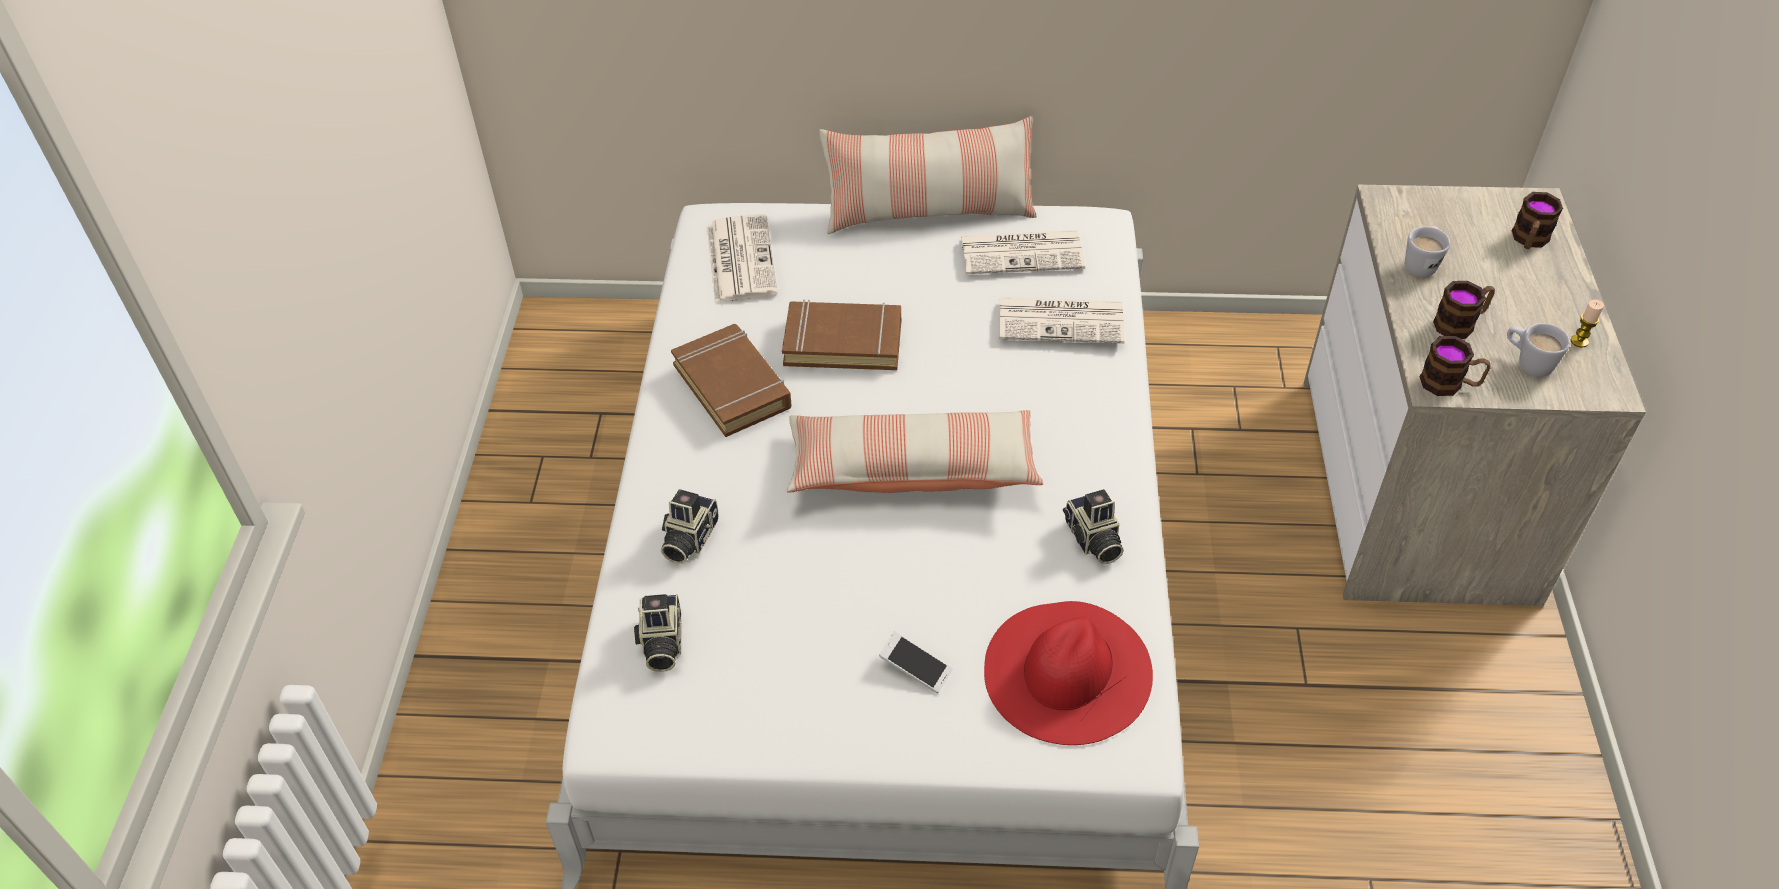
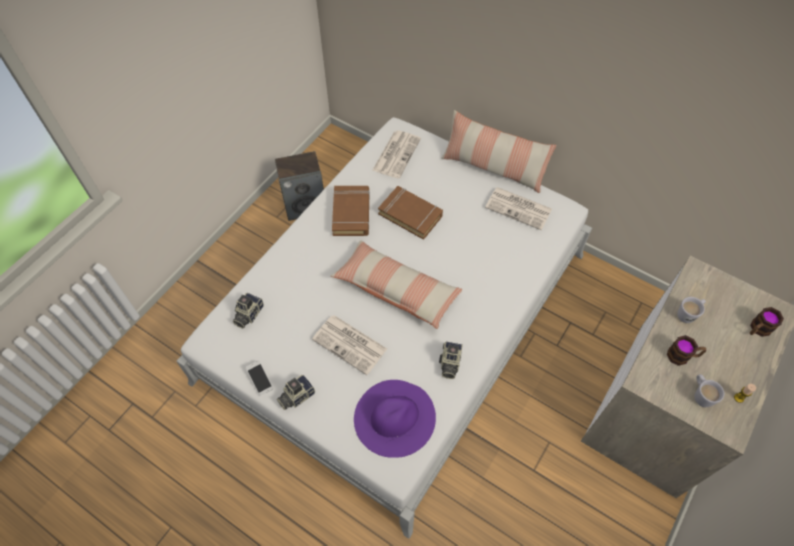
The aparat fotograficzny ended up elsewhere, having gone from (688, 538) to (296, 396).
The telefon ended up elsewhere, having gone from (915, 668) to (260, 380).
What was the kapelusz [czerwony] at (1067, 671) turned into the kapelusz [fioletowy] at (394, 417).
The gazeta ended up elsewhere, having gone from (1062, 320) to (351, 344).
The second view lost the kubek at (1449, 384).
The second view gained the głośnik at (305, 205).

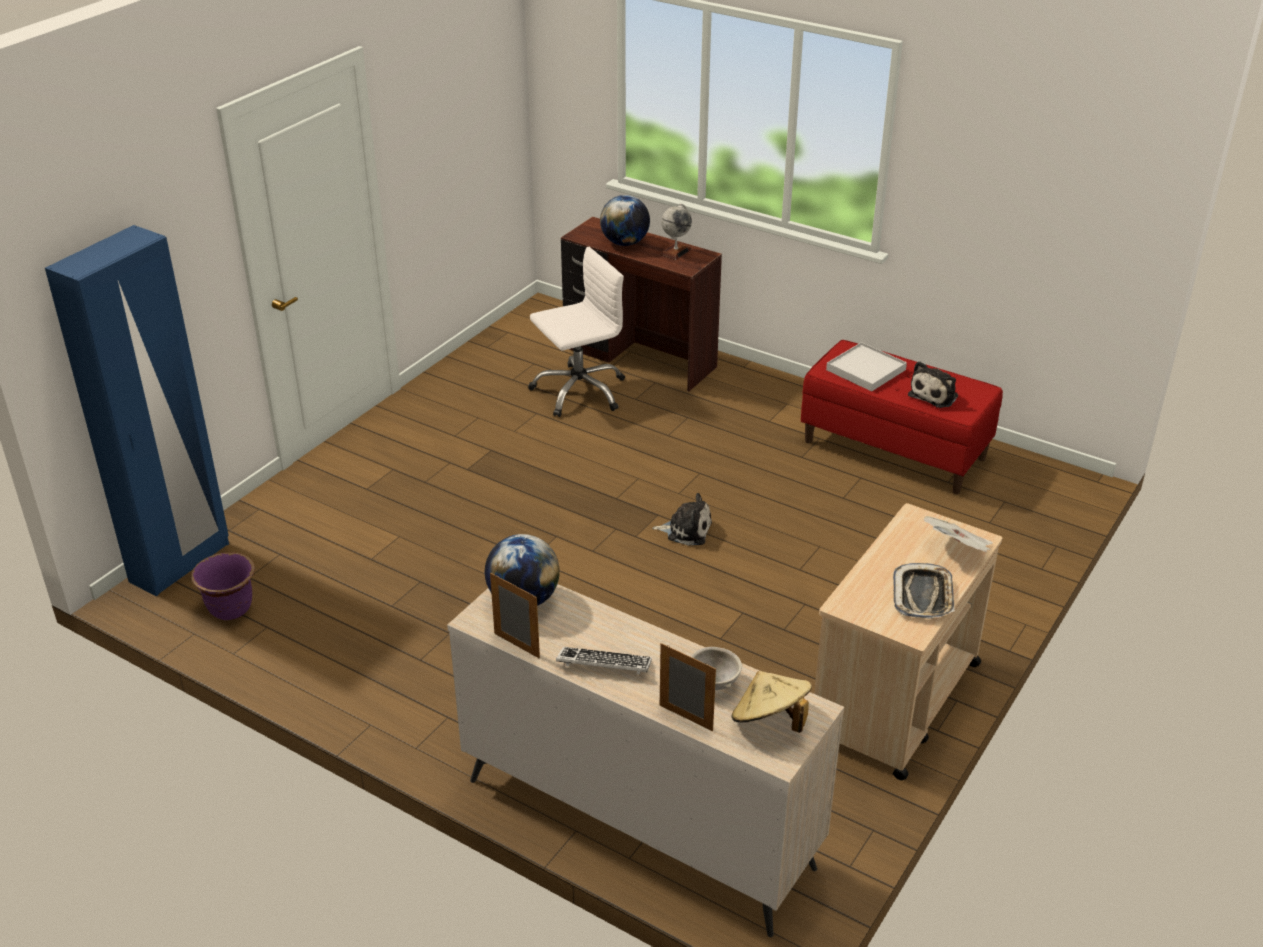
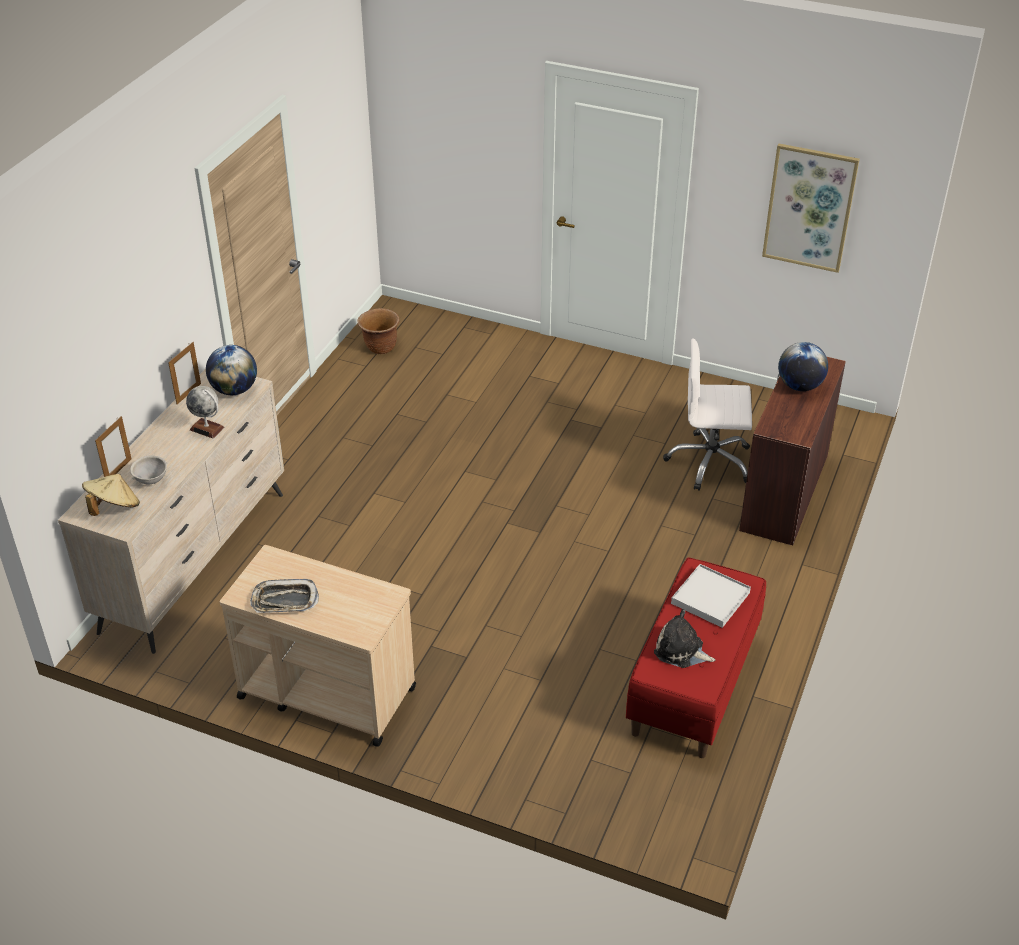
The second view lost the szafa [niebieski] at (180, 563).
What was the donica [fioletowy] at (231, 609) turned into the donica [brązowy] at (380, 347).
The krzesło biurowe [biały] at (579, 391) ended up facing another way, 135 degrees clockwise from before.
The second view lost the klawiatura at (604, 665).
The second view lost the pluszak at (686, 530).
The globus ended up elsewhere, having gone from (676, 252) to (207, 428).
The second view lost the gazeta at (958, 549).
The second view gained the obraz at (809, 207).

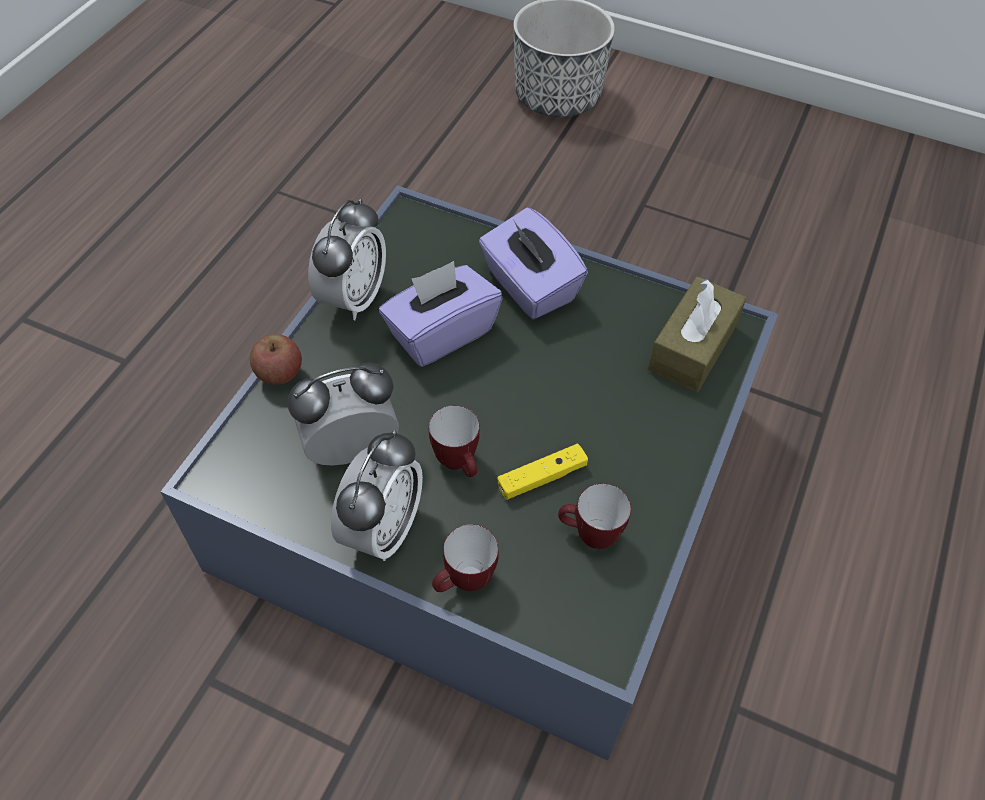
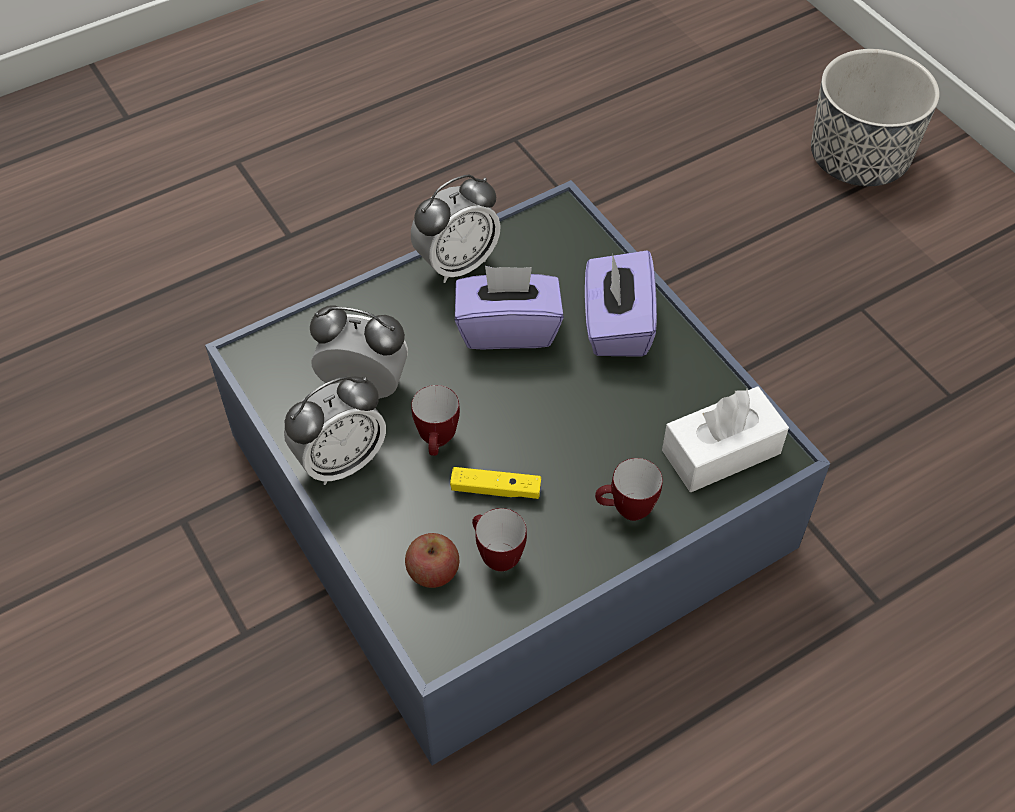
The jabłko ended up elsewhere, having gone from (279, 372) to (433, 571).
The kubek ended up elsewhere, having gone from (464, 583) to (625, 511).
What was the pudełko chusteczek [brązowy] at (692, 347) turned into the pudełko chusteczek [biały] at (721, 452).

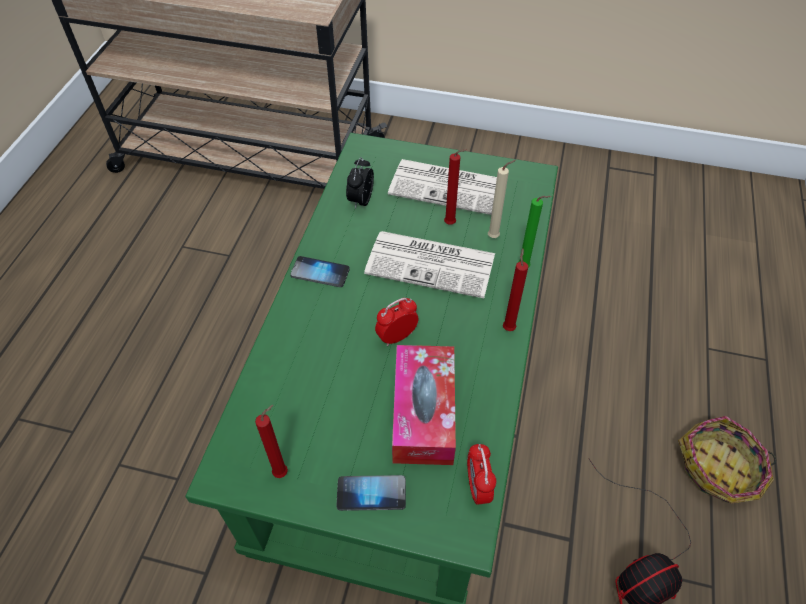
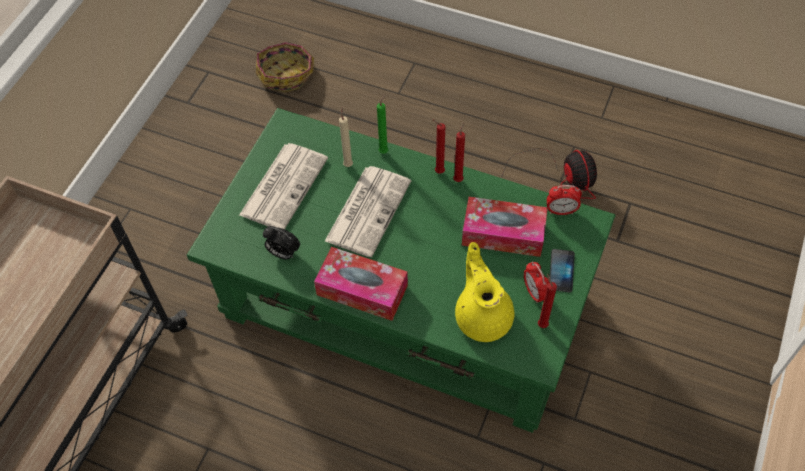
Where the telefon stood at (320, 272), the pudełko chusteczek came to stand at (362, 290).
The budzik ended up elsewhere, having gone from (397, 336) to (534, 292).
The świeca [czerwony] ended up elsewhere, having gone from (451, 224) to (459, 179).
The koszyk ended up elsewhere, having gone from (720, 468) to (286, 74).
The second view gained the imbryk [żółty] at (483, 316).

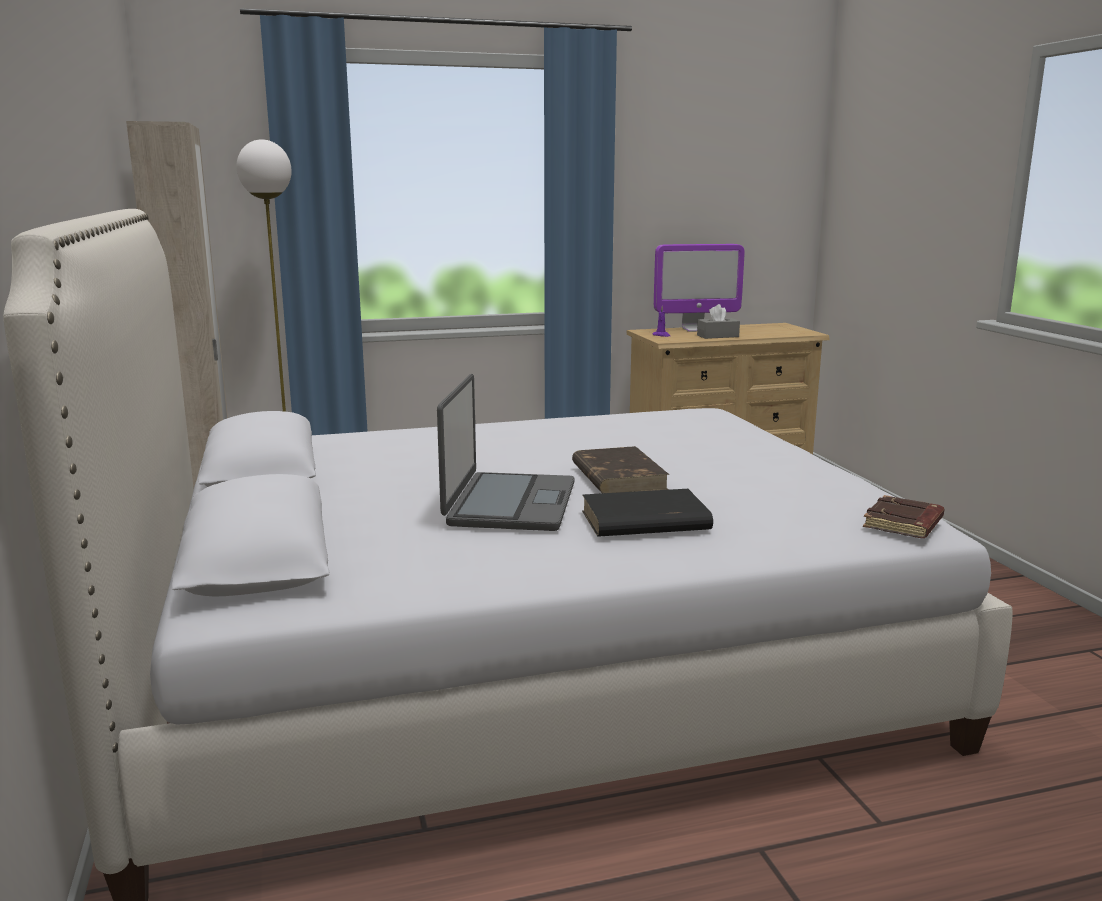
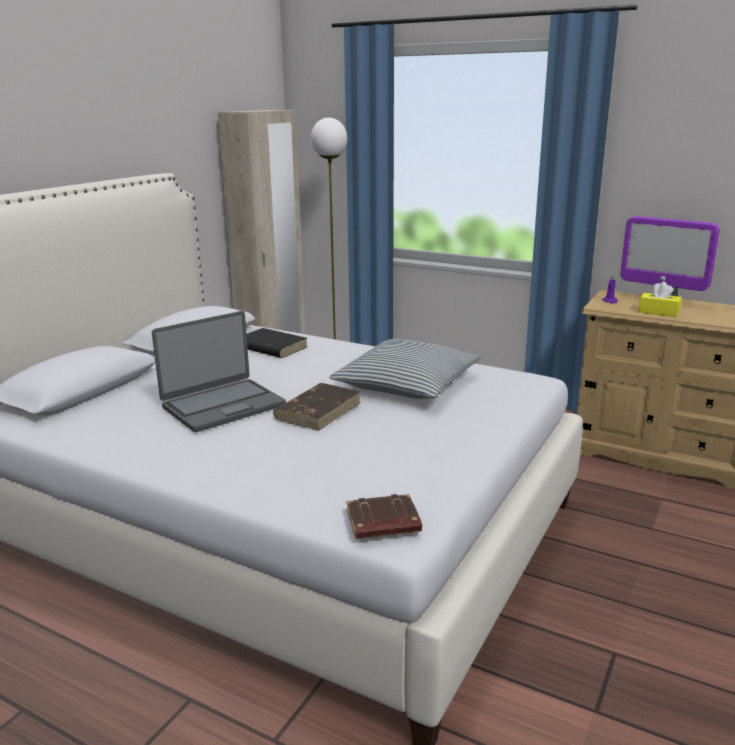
The książka [czarny] ended up elsewhere, having gone from (644, 521) to (270, 347).
What was the pudełko chusteczek [szary] at (717, 336) turned into the pudełko chusteczek [żółty] at (658, 312).
The second view gained the poduszka at (406, 384).

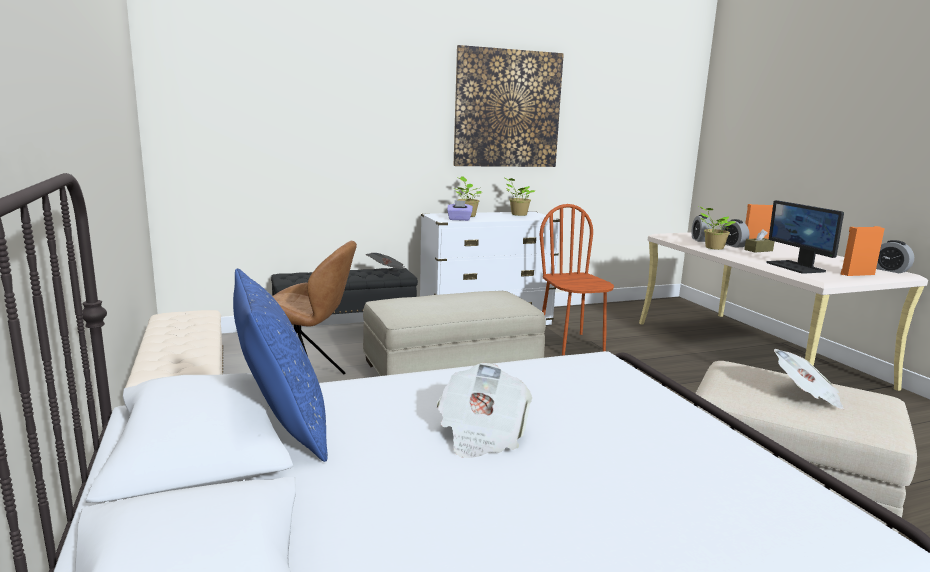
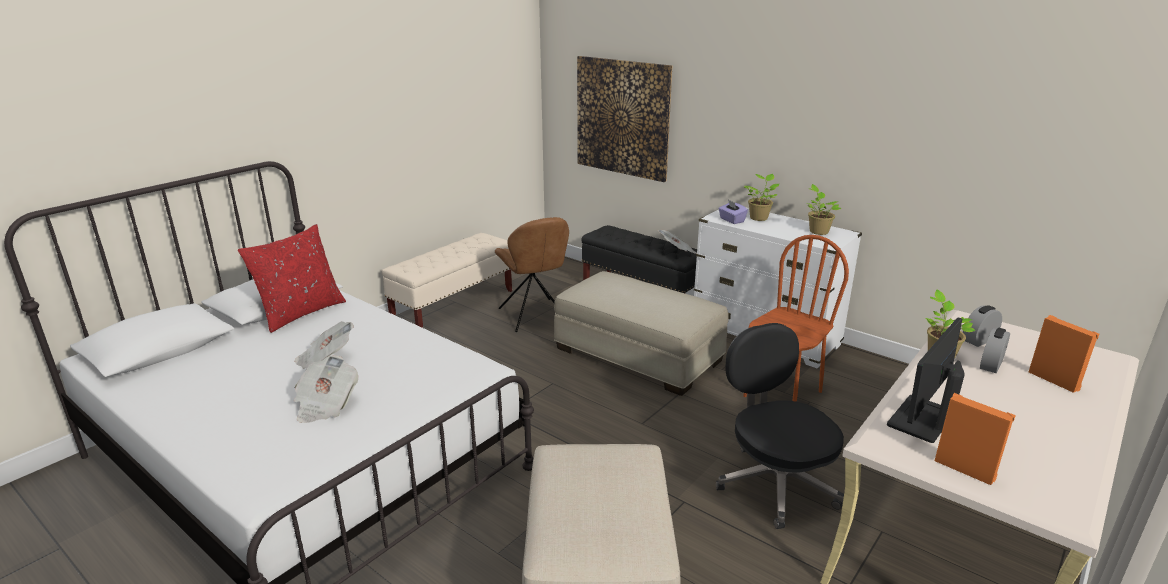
What was the poduszka [niebieski] at (281, 428) turned into the poduszka [czerwony] at (301, 313).
The obraz ended up elsewhere, having gone from (507, 109) to (622, 117).
The second view lost the pudełko chusteczek [brązowy] at (758, 250).
The gazeta ended up elsewhere, having gone from (806, 396) to (326, 405).
The second view lost the budzik at (890, 270).
The second view gained the krzesło biurowe [czarny] at (775, 483).

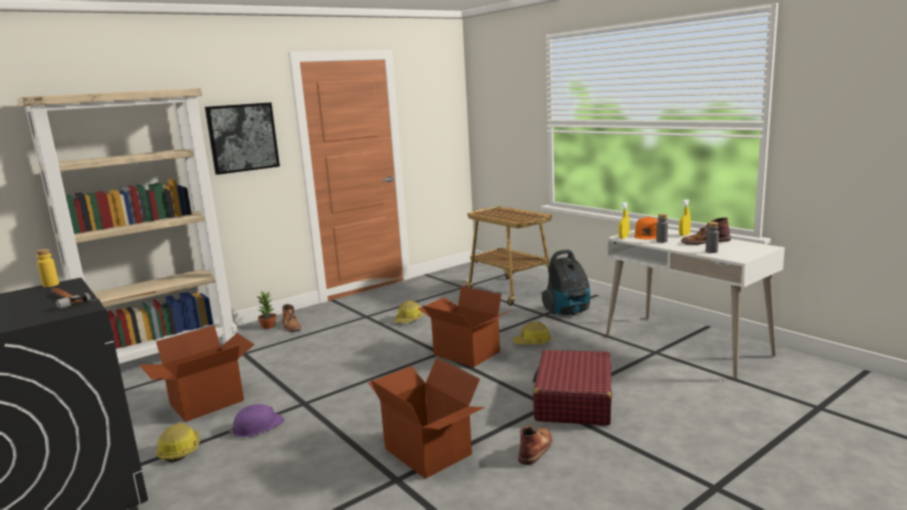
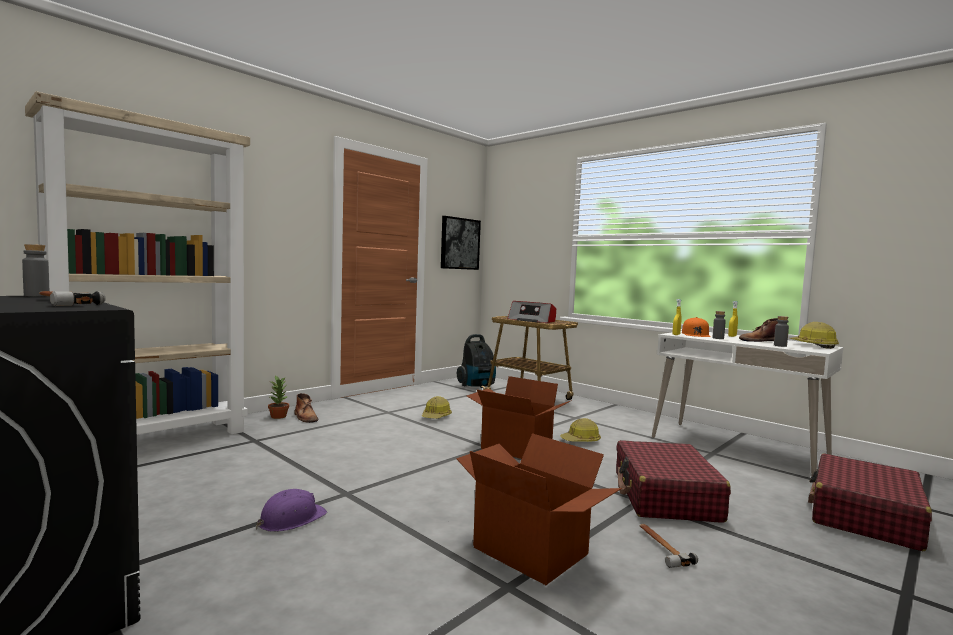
What was the butelka [żółty] at (51, 285) turned into the butelka [szary] at (36, 295).
The second view lost the karton at (207, 403).
The kask ended up elsewhere, having gone from (180, 450) to (813, 345).
The obraz ended up elsewhere, having gone from (242, 137) to (459, 243).
Where the but z cholewką [brązowy] stood at (536, 448), the młotek came to stand at (661, 547).
The odkurzacz ended up elsewhere, having gone from (568, 312) to (477, 386).
The second view gained the radio at (532, 320).
The second view gained the walizka [czerwony] at (864, 516).

